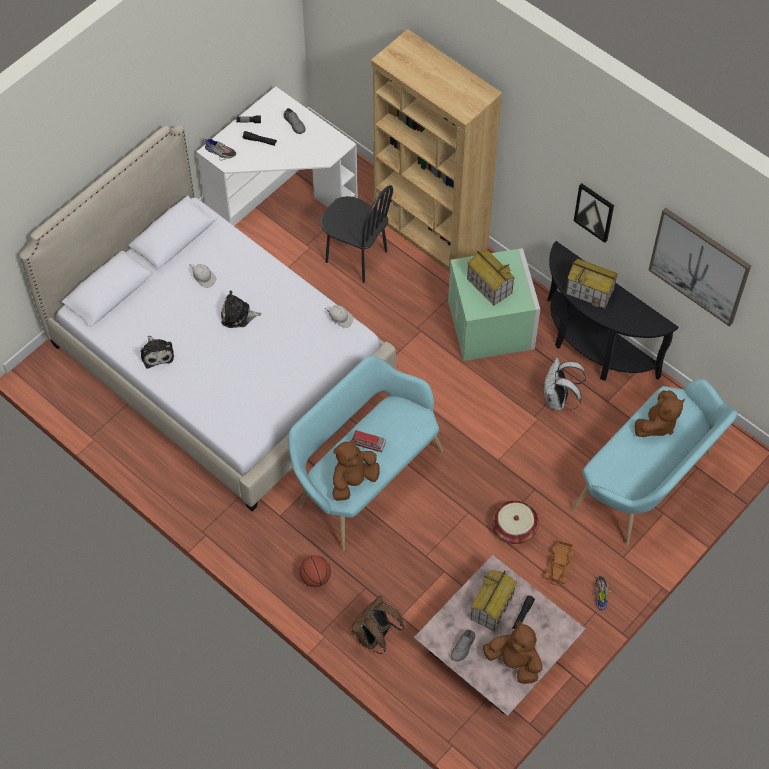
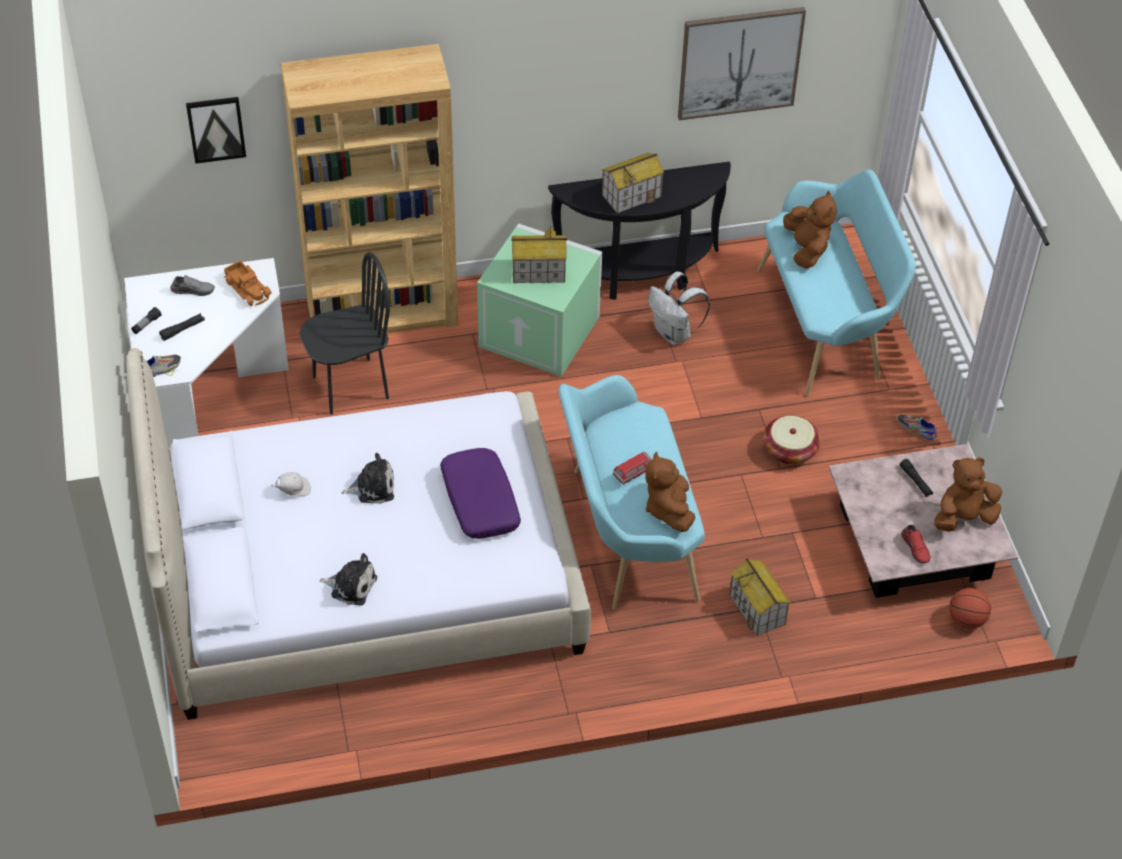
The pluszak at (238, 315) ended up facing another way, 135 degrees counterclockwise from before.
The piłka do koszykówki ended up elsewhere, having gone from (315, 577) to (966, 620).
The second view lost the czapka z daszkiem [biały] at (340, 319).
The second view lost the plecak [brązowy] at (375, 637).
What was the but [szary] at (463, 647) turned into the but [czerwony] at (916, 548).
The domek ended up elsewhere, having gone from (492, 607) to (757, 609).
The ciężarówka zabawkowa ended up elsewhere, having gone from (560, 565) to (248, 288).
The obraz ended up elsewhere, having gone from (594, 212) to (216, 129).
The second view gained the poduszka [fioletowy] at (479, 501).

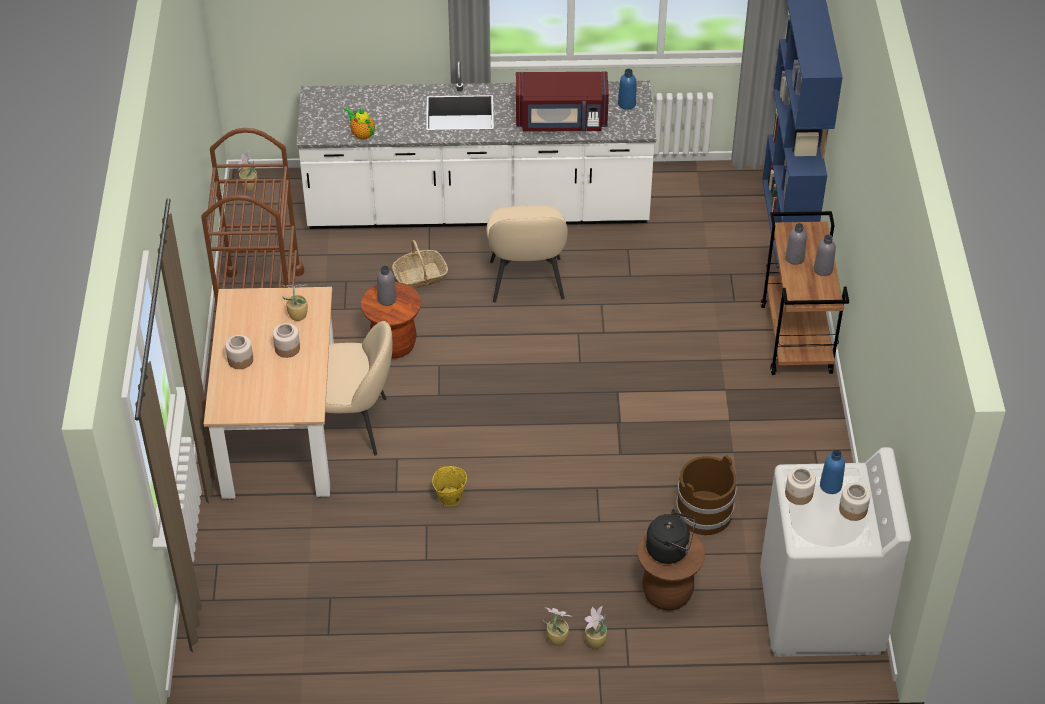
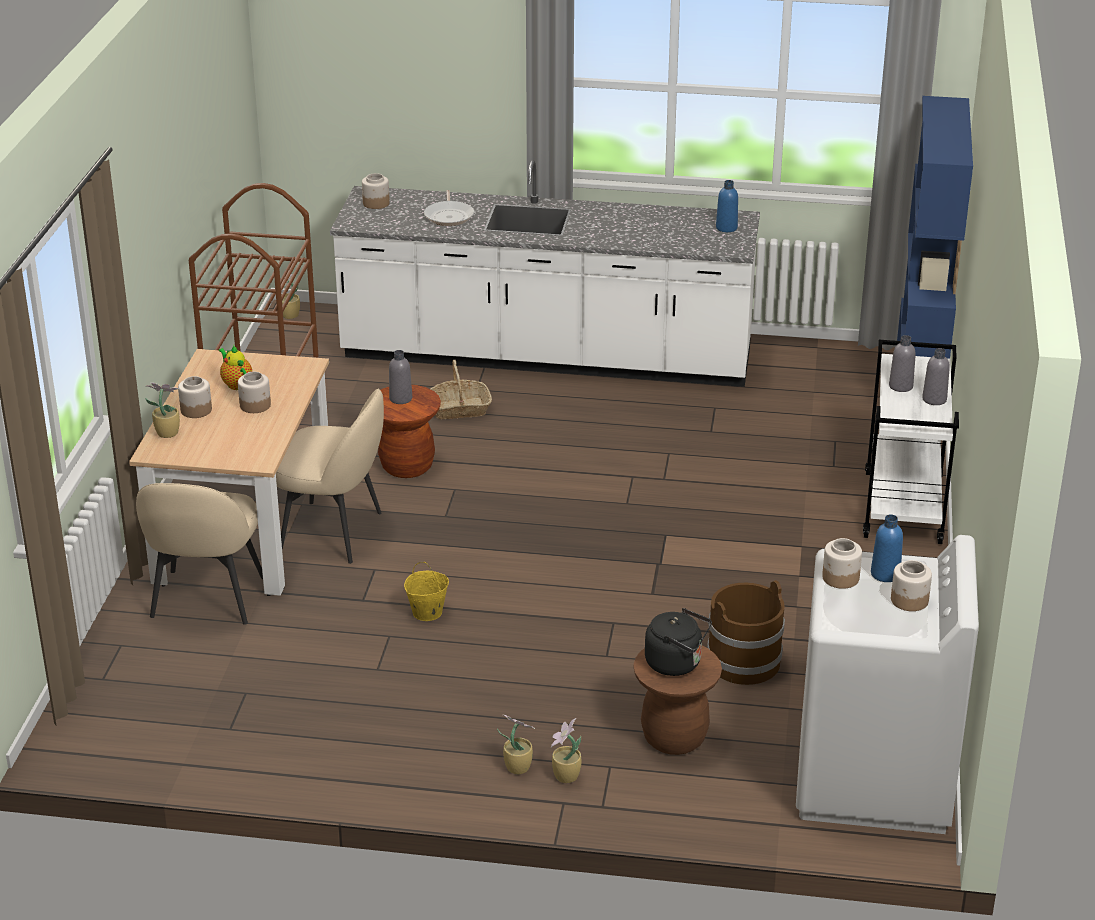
The roślina doniczkowa ended up elsewhere, having gone from (297, 315) to (166, 433).
The imbryk ended up elsewhere, having gone from (362, 134) to (236, 384).
The krzesło [beżowy] ended up elsewhere, having gone from (526, 282) to (207, 599).
The second view lost the mikrofalówka [czerwony] at (561, 121).
What was the wózek [brązowy] at (797, 339) turned into the wózek [biały] at (904, 508).
The second view gained the słoik at (376, 203).
The second view gained the patelnia at (449, 216).

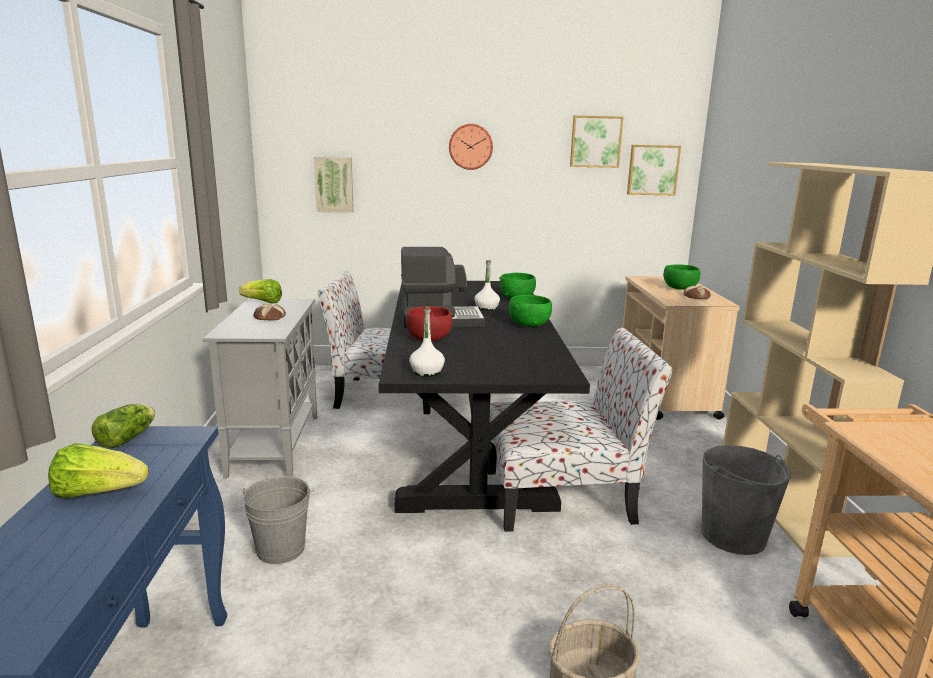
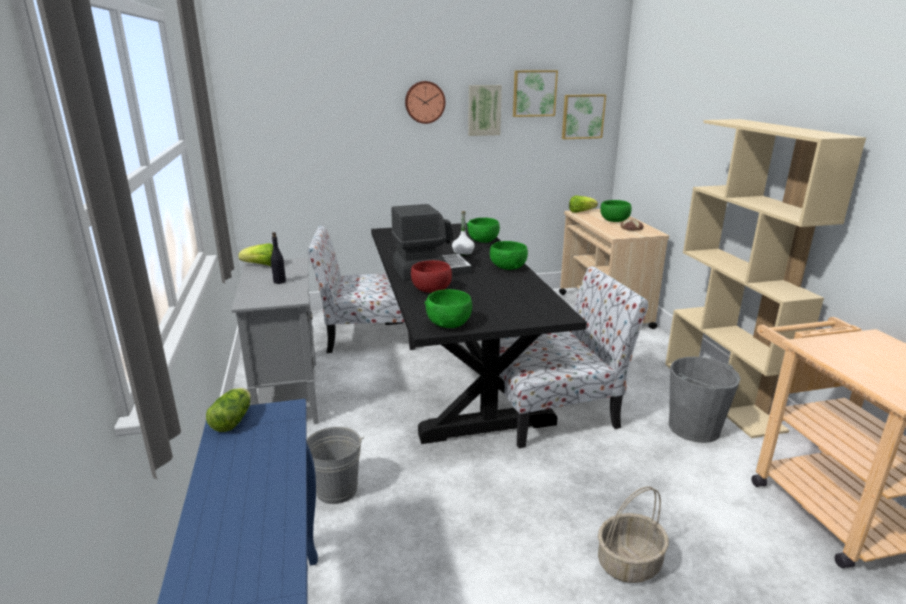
The sałata ended up elsewhere, having gone from (98, 492) to (581, 212).
Where the chleb stood at (269, 317), the butelka [czarny] came to stand at (279, 282).
The obraz ended up elsewhere, having gone from (334, 184) to (484, 110).
Where the butelka [biały] stood at (427, 372), the miska [zielony] came to stand at (448, 323).

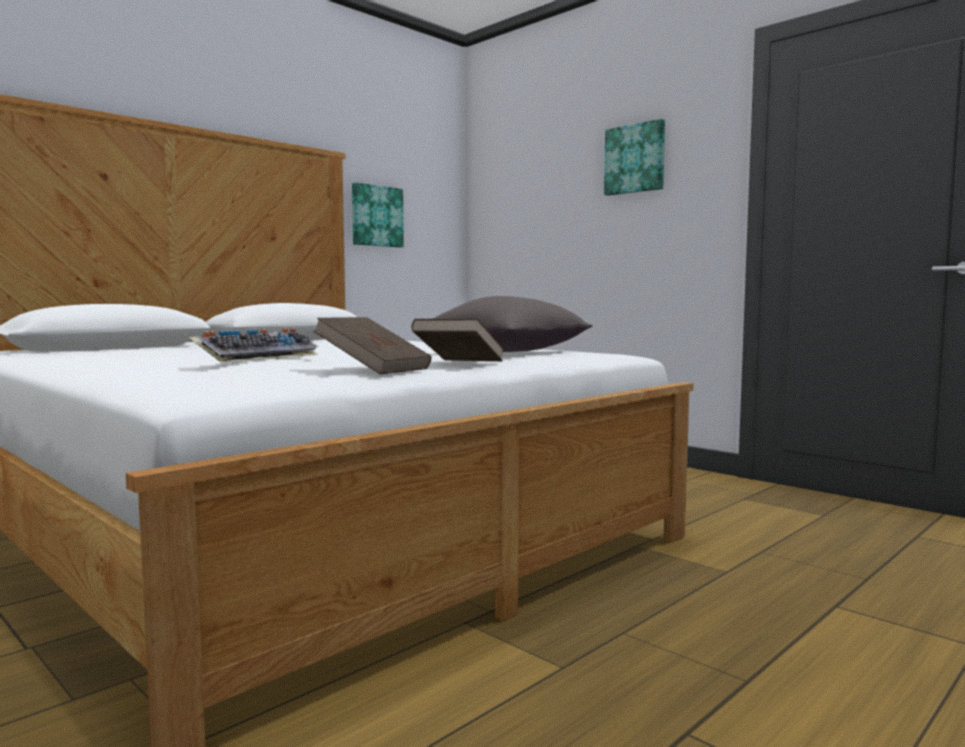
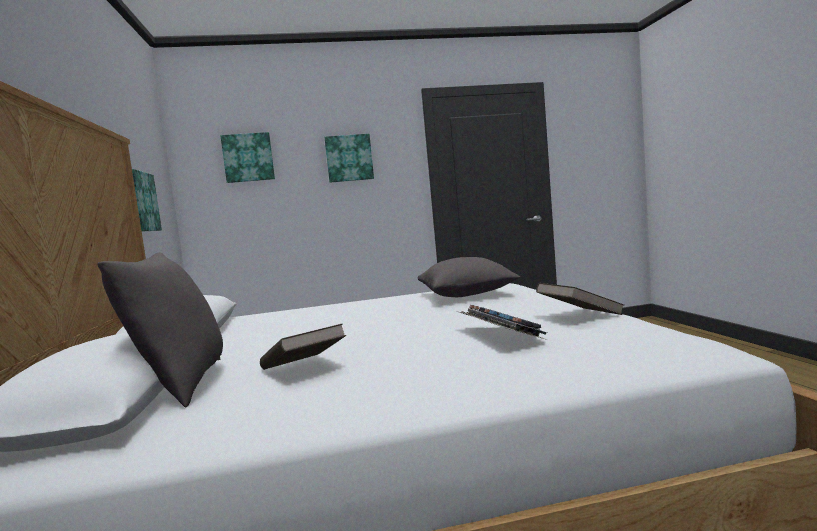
The książka [brązowy] ended up elsewhere, having gone from (459, 364) to (303, 369).
The second view gained the poduszka [szary] at (180, 385).
The second view gained the obraz at (248, 157).

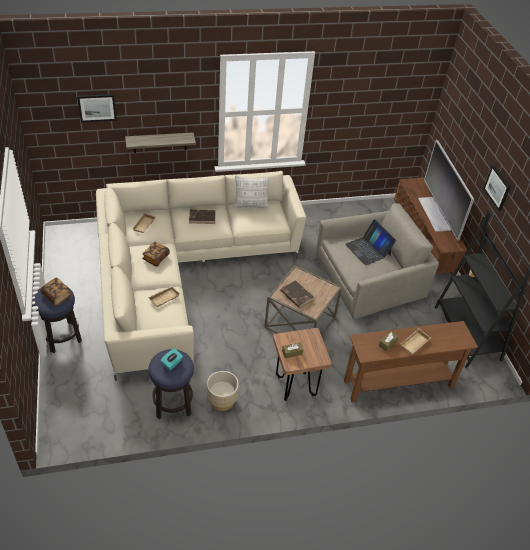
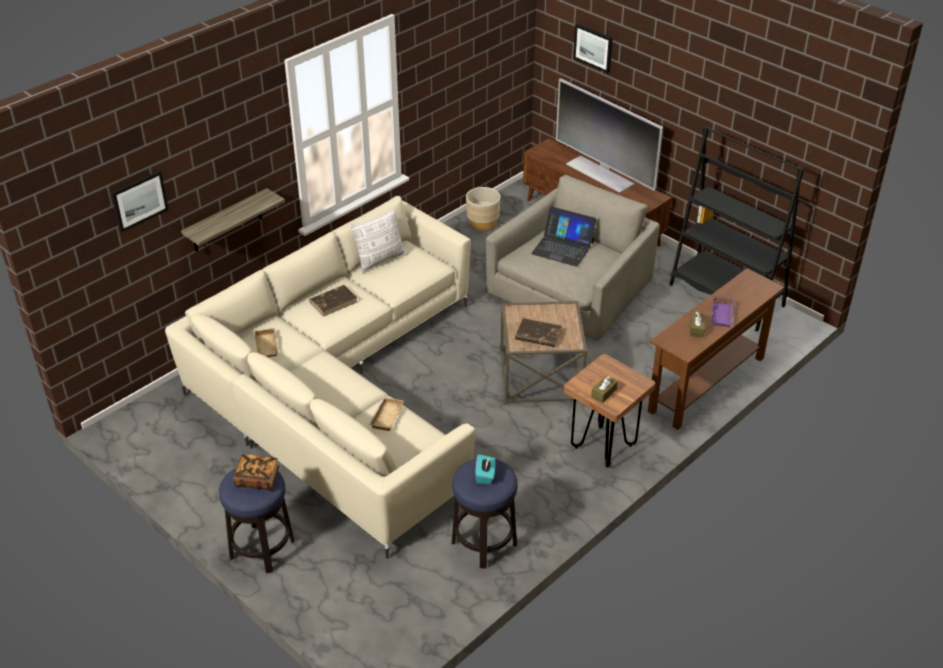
The second view lost the książka at (156, 258).
The donica [beżowy] ended up elsewhere, having gone from (222, 400) to (482, 223).
What was the taca [beżowy] at (415, 344) turned into the taca [fioletowy] at (723, 315).
The obraz ended up elsewhere, having gone from (497, 188) to (593, 47).

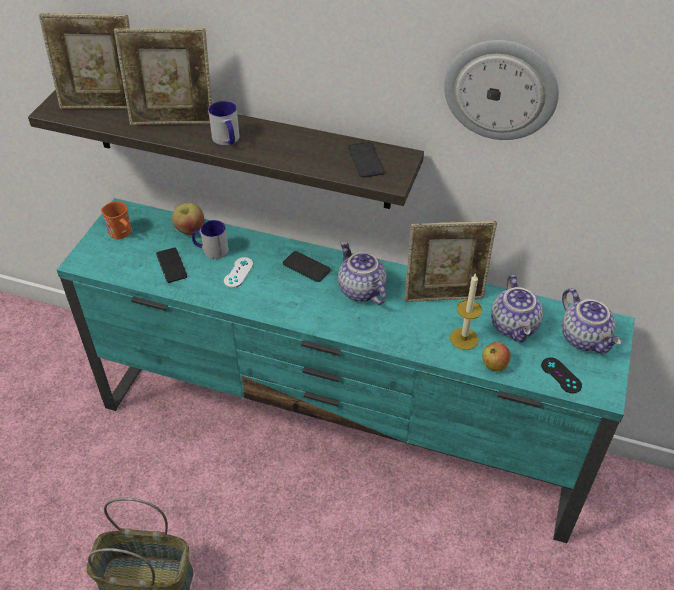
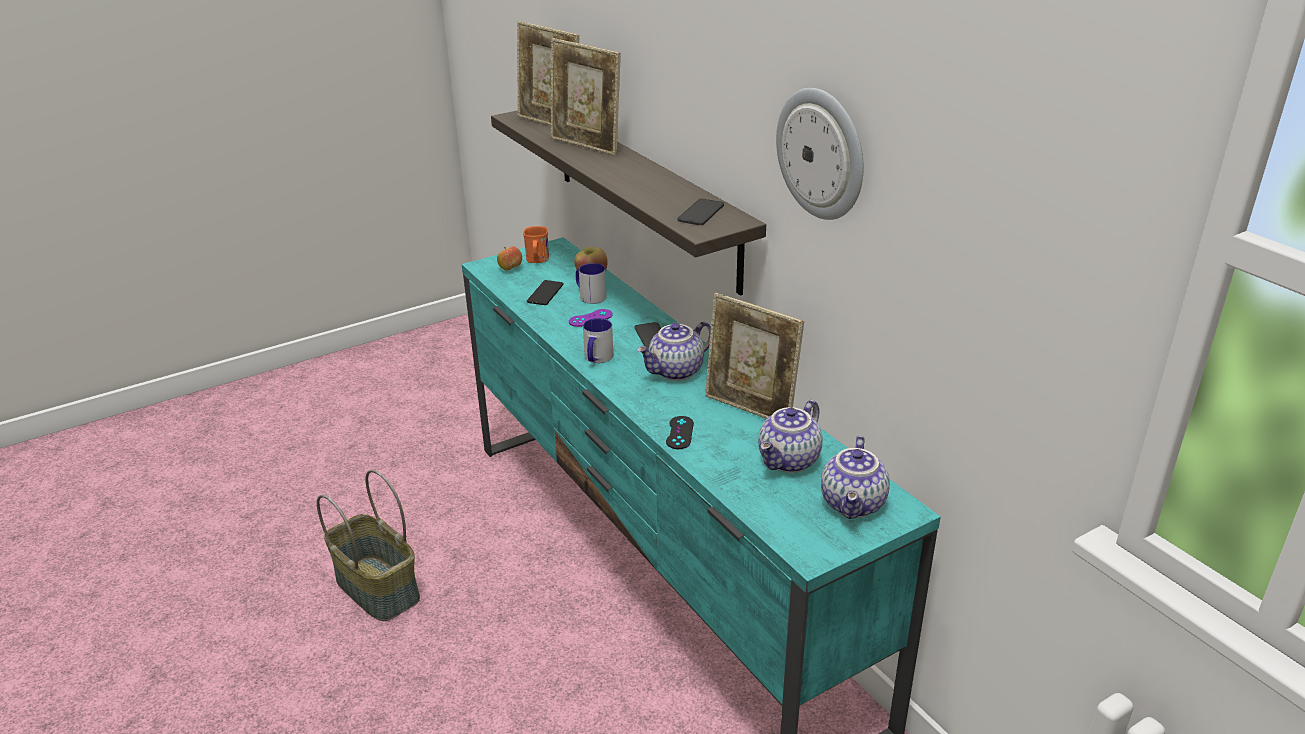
The kubek ended up elsewhere, having gone from (227, 140) to (597, 359).
What was the pad do gier [biały] at (238, 272) turned into the pad do gier [fioletowy] at (590, 318).
The imbryk at (360, 290) ended up facing another way, 135 degrees counterclockwise from before.
The second view lost the świeca at (464, 338).
The jabłko ended up elsewhere, having gone from (494, 365) to (510, 269).
The pad do gier [czarny] ended up elsewhere, having gone from (561, 375) to (680, 433).

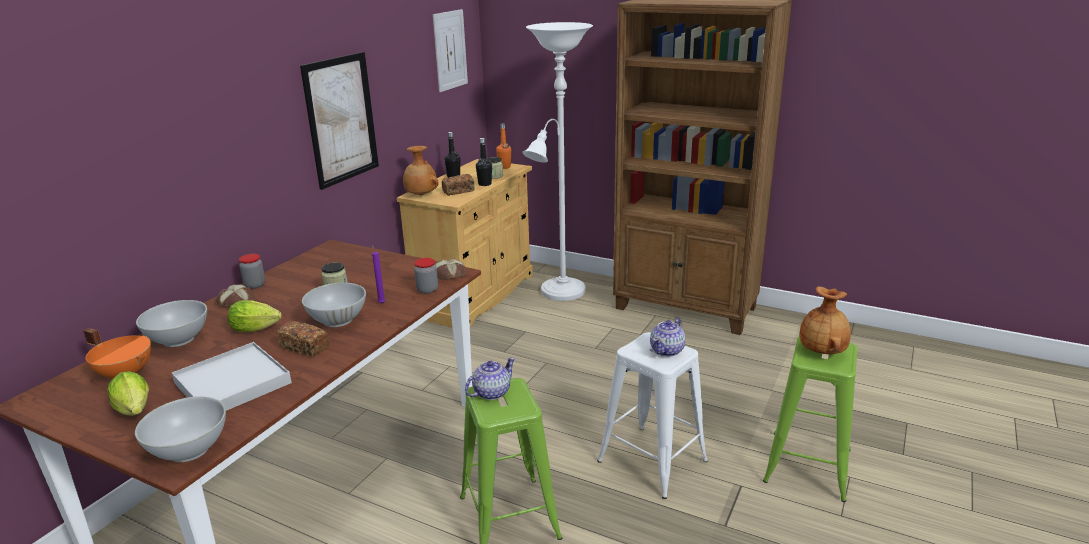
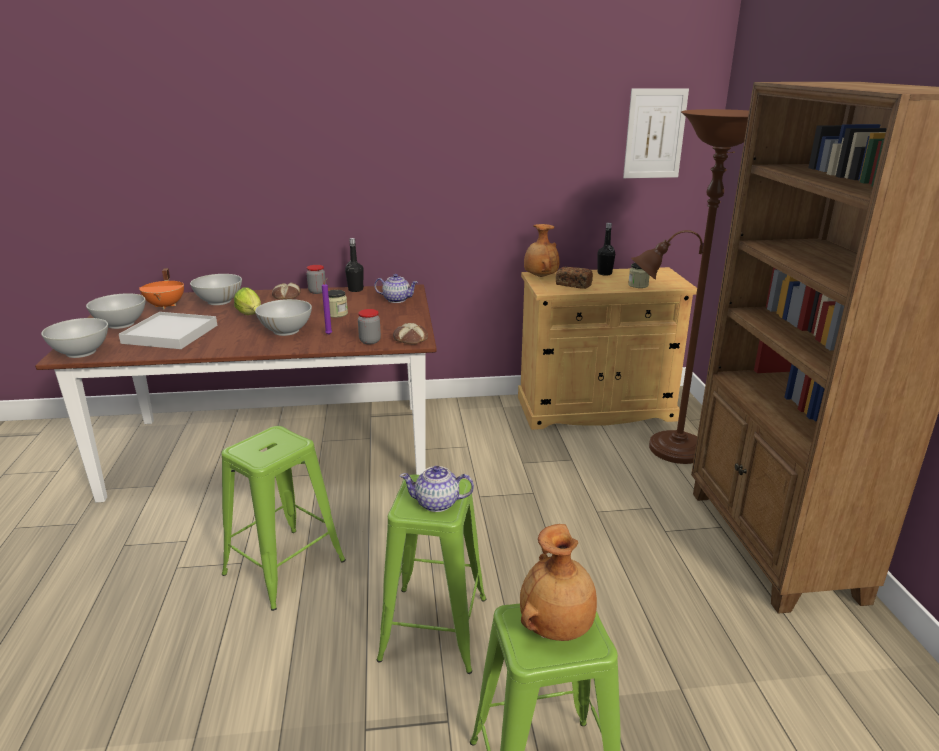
Where the sałata stood at (135, 411), the miska [biały] came to stand at (121, 324).
The second view lost the chleb at (305, 347).
The second view lost the obraz at (341, 119).
The imbryk ended up elsewhere, having gone from (491, 393) to (396, 299).
The butelka [czarny] ended up elsewhere, having gone from (485, 184) to (355, 290).
The second view lost the butelka [pomarańczowy] at (504, 167).
What was the lampa stojąca [biały] at (560, 293) turned into the lampa stojąca [brązowy] at (669, 449).
What was the stołek [biały] at (651, 460) turned into the stołek [zielony] at (434, 627).

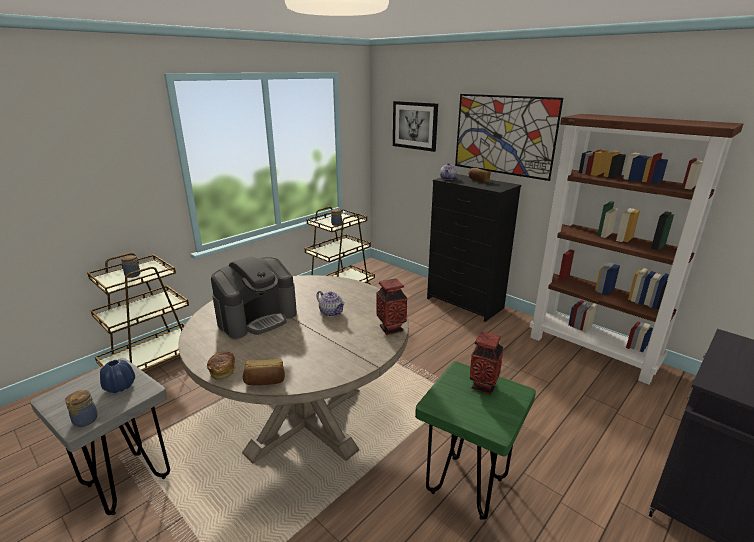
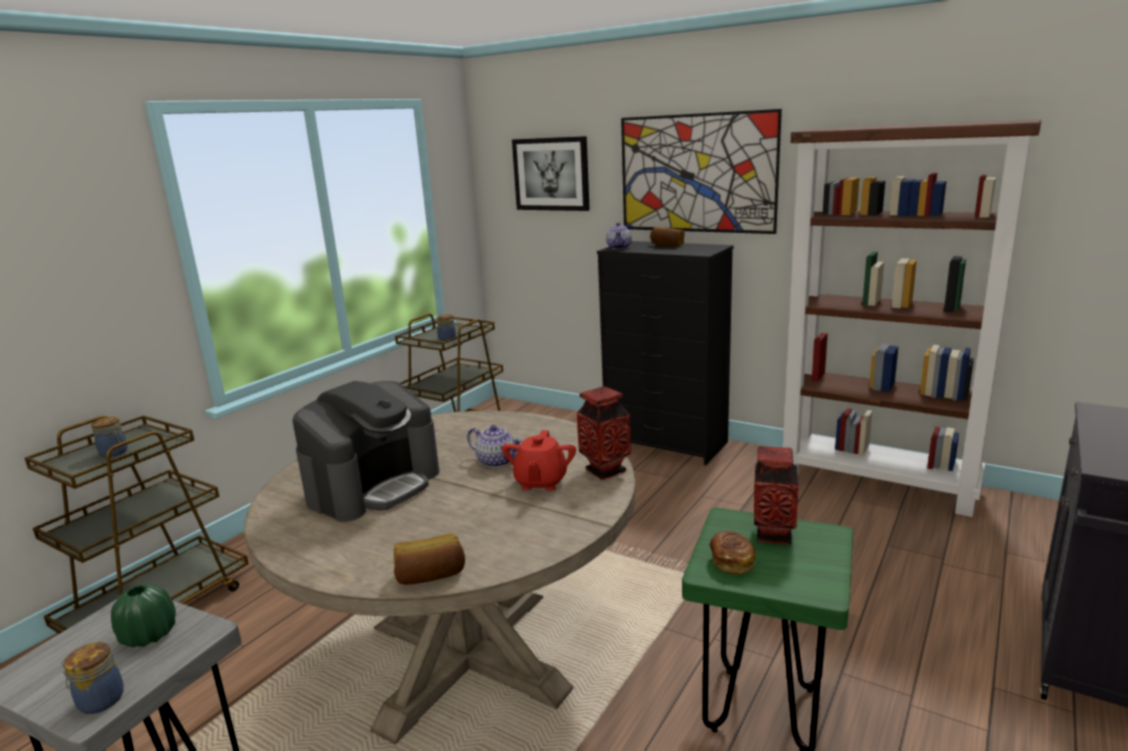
What was the wazon [niebieski] at (120, 386) turned into the wazon [zielony] at (149, 635).
The chleb ended up elsewhere, having gone from (223, 371) to (732, 562).
The second view gained the imbryk [czerwony] at (540, 482).

